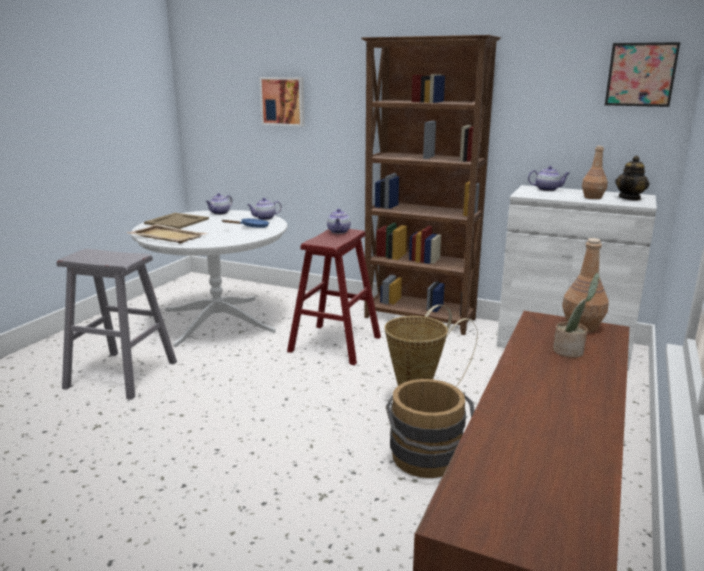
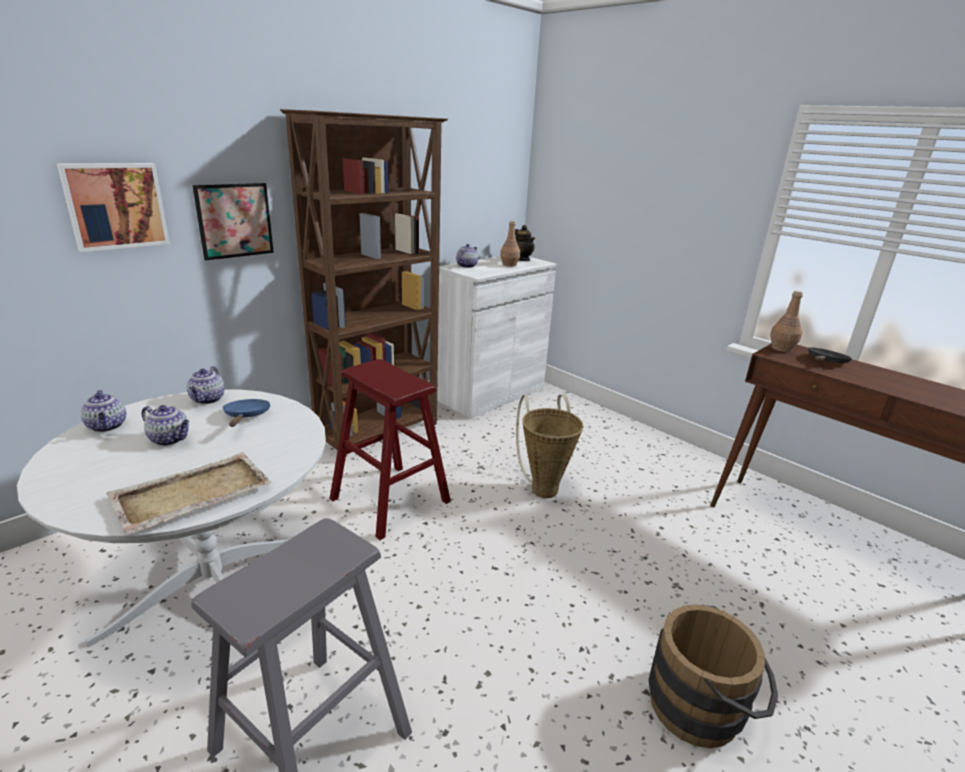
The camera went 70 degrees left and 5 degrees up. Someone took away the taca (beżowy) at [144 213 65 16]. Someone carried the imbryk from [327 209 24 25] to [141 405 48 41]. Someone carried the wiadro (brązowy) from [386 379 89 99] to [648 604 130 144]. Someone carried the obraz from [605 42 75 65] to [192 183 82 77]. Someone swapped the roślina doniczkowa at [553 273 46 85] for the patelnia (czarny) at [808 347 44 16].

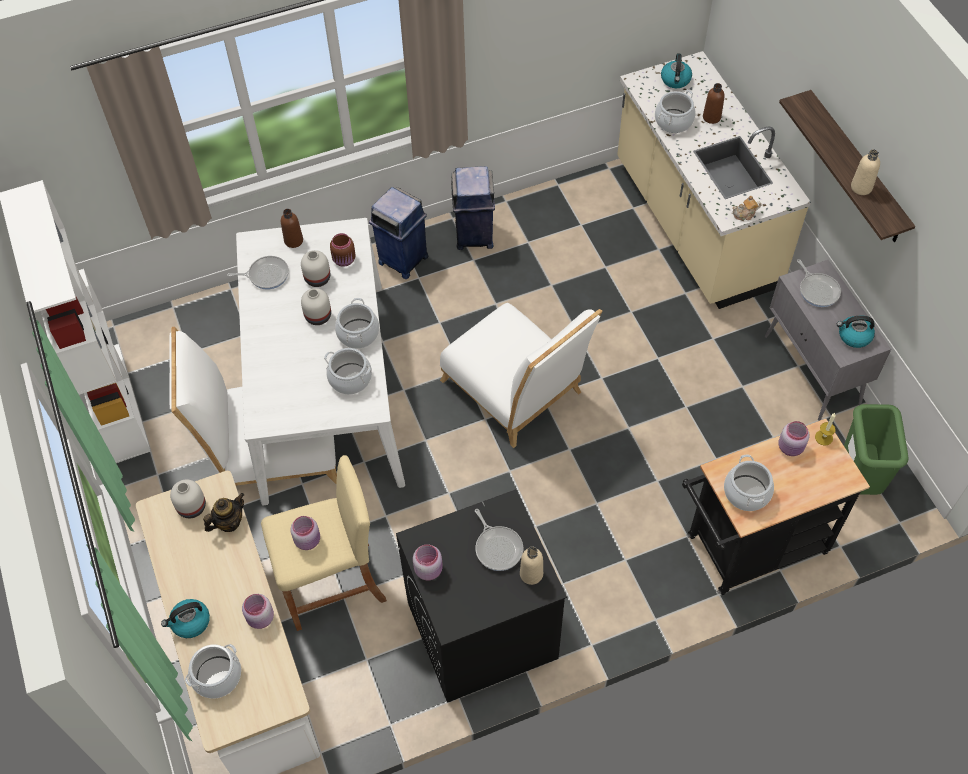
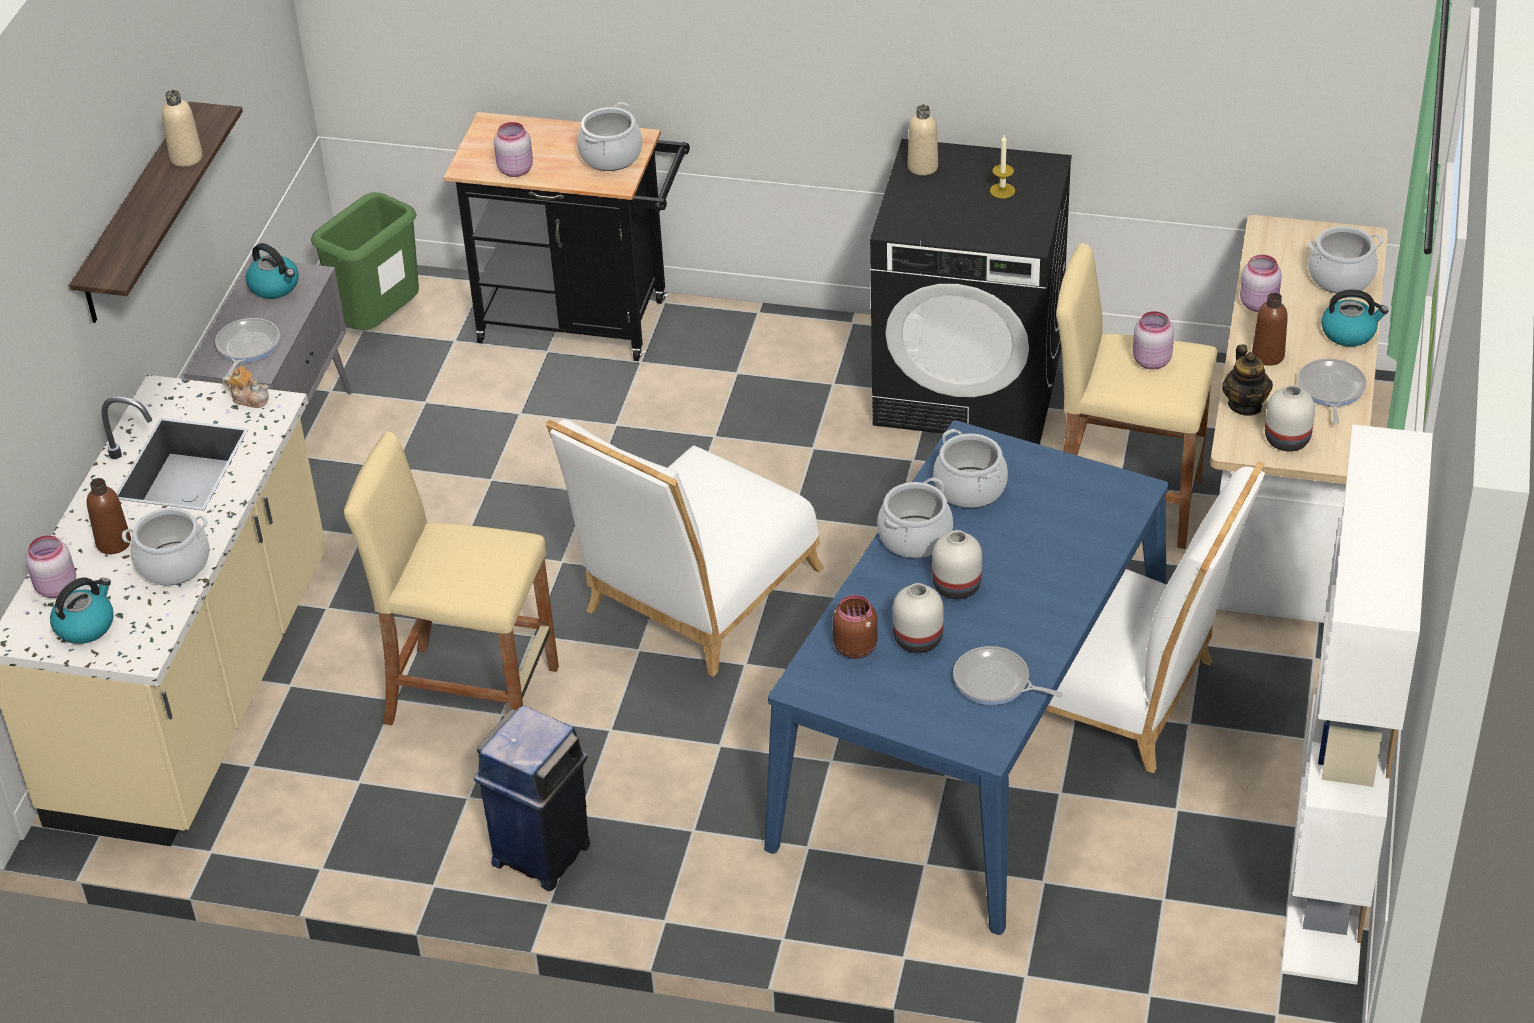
The camera went 145 degrees left and 15 degrees down. Someone took away the kosz na śmieci (niebieski) at [369 187 59 92]. Someone put down the stołek (beżowy) at [344 431 215 294]. Someone carried the butelka (brązowy) from [281 209 22 39] to [1252 293 36 73]. Someone carried the słoik (różowy) from [413 544 30 36] to [26 535 50 63]. Someone carried the patelnia from [475 509 48 62] to [1297 359 69 65]. Someone carried the świeca from [815 413 21 33] to [990 135 25 63]. Someone repainted the stół jadalny (biały) at [236 218 169 287], which became the stół jadalny (niebieski) at [764 420 405 515]. Someone rotated the imbryk at [203 493 41 39] by 90 degrees counterclockwise. Someone rotated the krzesło (biały) at [440 302 162 146] by 135 degrees counterclockwise.

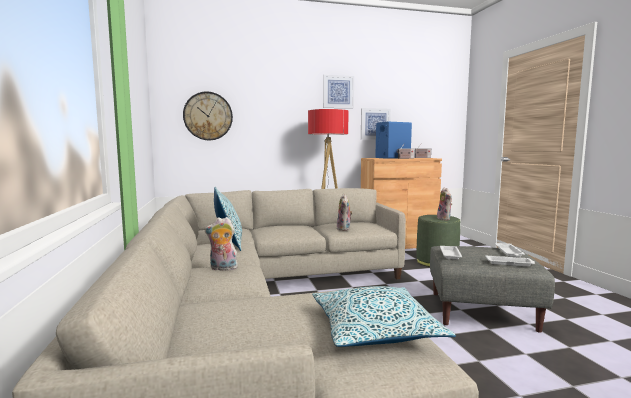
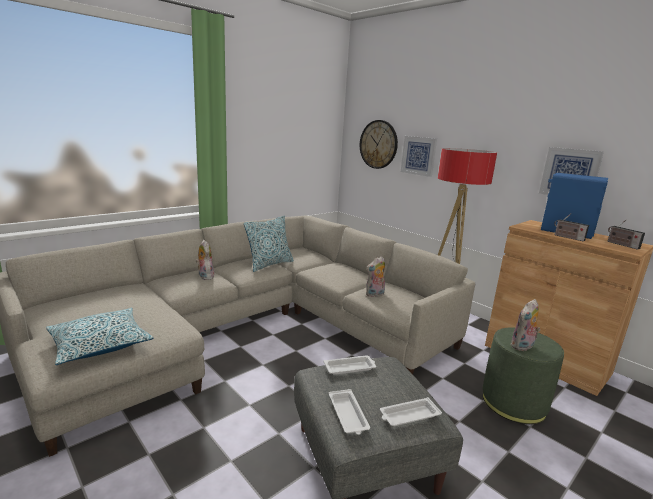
The camera went 60 degrees right and 10 degrees up. Someone carried the obraz from [323 75 31 34] to [401 136 36 41].

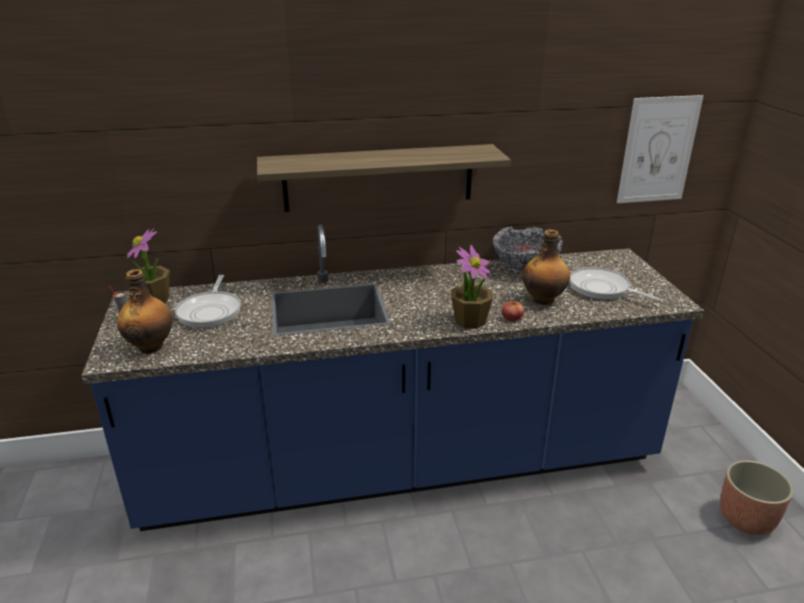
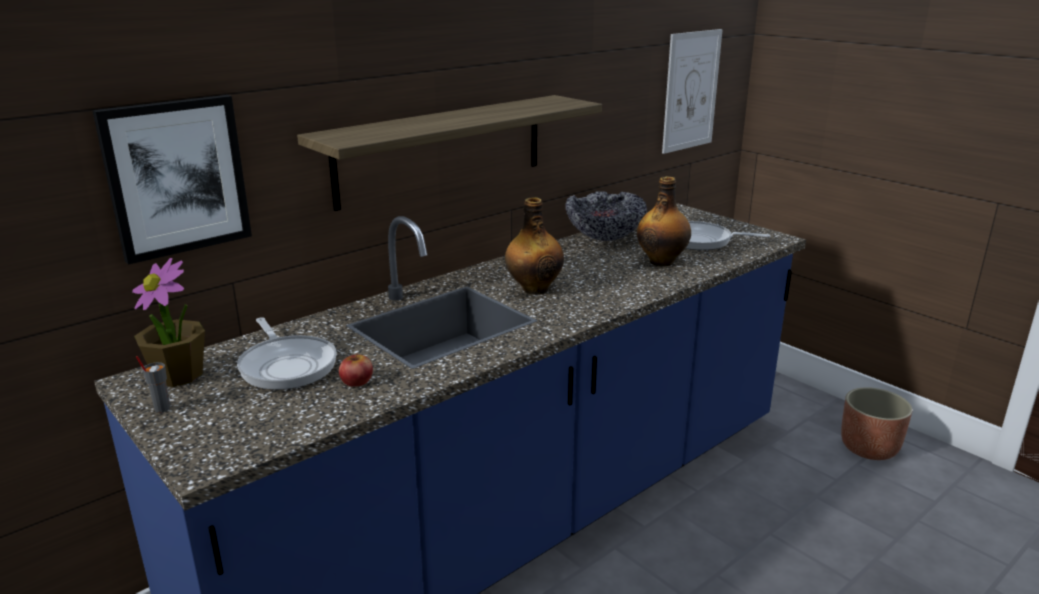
The camera went 30 degrees left and 5 degrees down. Someone took away the roślina doniczkowa at [451 245 42 84]. Someone put up the obraz at [92 95 160 170]. Someone carried the butelka from [117 269 56 85] to [505 197 59 98]. Someone carried the jabłko from [502 300 22 22] to [339 353 34 34].

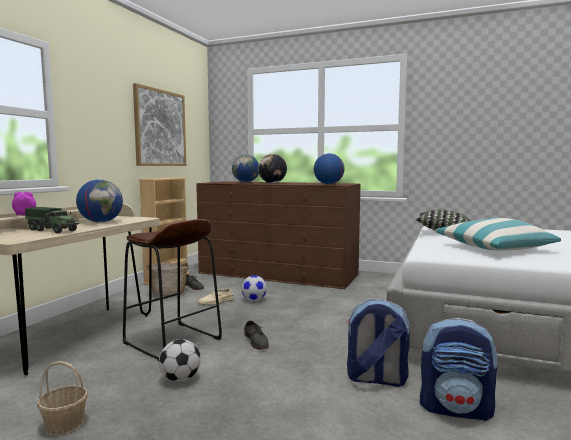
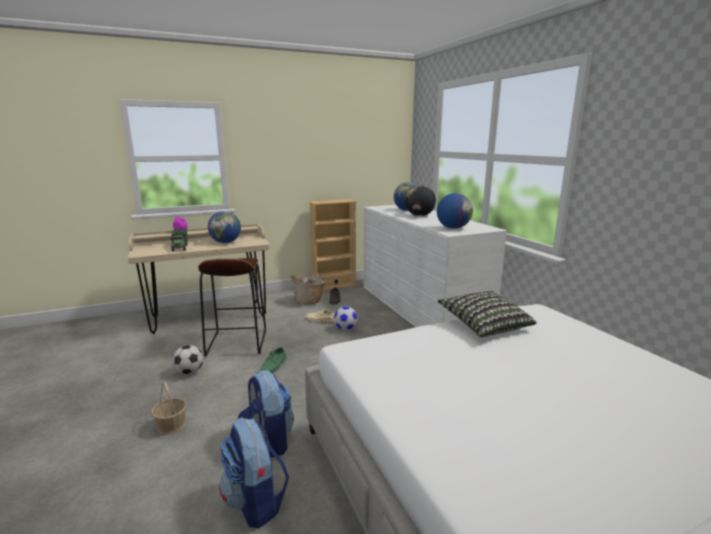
The camera went 45 degrees right and 10 degrees up. Someone took away the obraz at [133 83 53 83]. Someone took away the poduszka at [435 218 126 32]. Someone carried the koszyk from [37 361 51 75] to [151 382 36 53]. Someone repainted the komoda (brązowy) at [196 181 165 108], which became the komoda (biały) at [364 205 143 122]. Someone repainted the but (szary) at [244 321 25 29], which became the but (zielony) at [260 347 27 26].

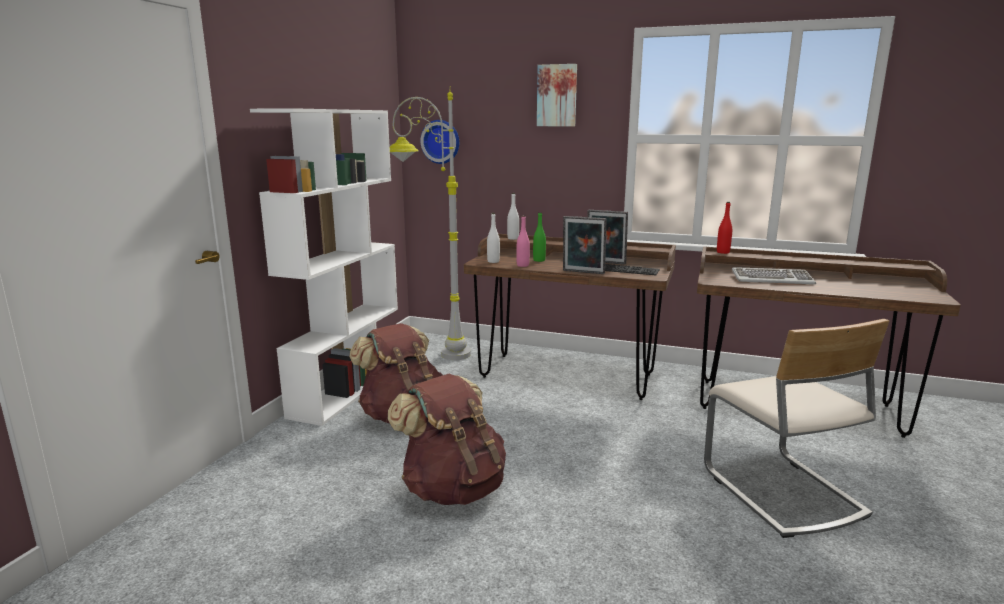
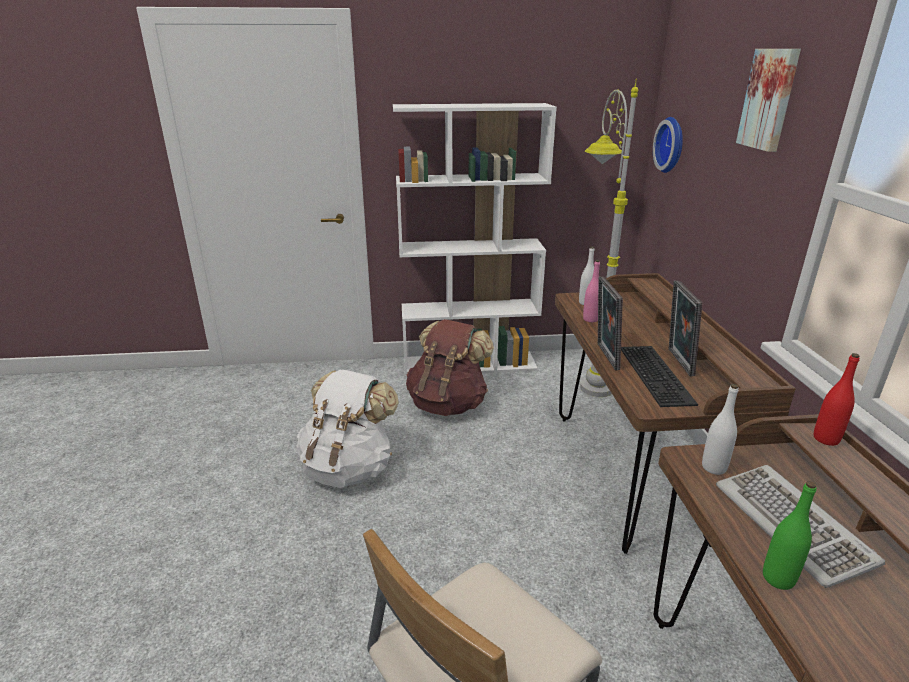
The camera went 65 degrees right and 10 degrees up. Someone carried the butelka (biały) from [507 193 12 47] to [702 384 37 91]. Someone carried the butelka (zielony) from [533 212 13 50] to [763 481 53 109]. Someone repainted the plecak (brązowy) at [388 374 118 131], which became the plecak (biały) at [297 370 102 118].

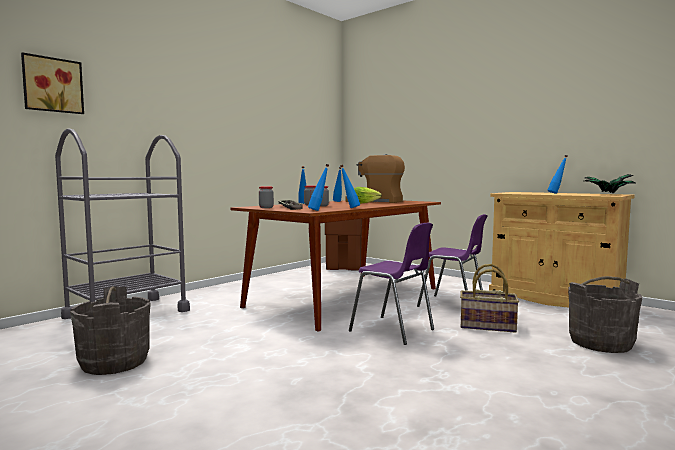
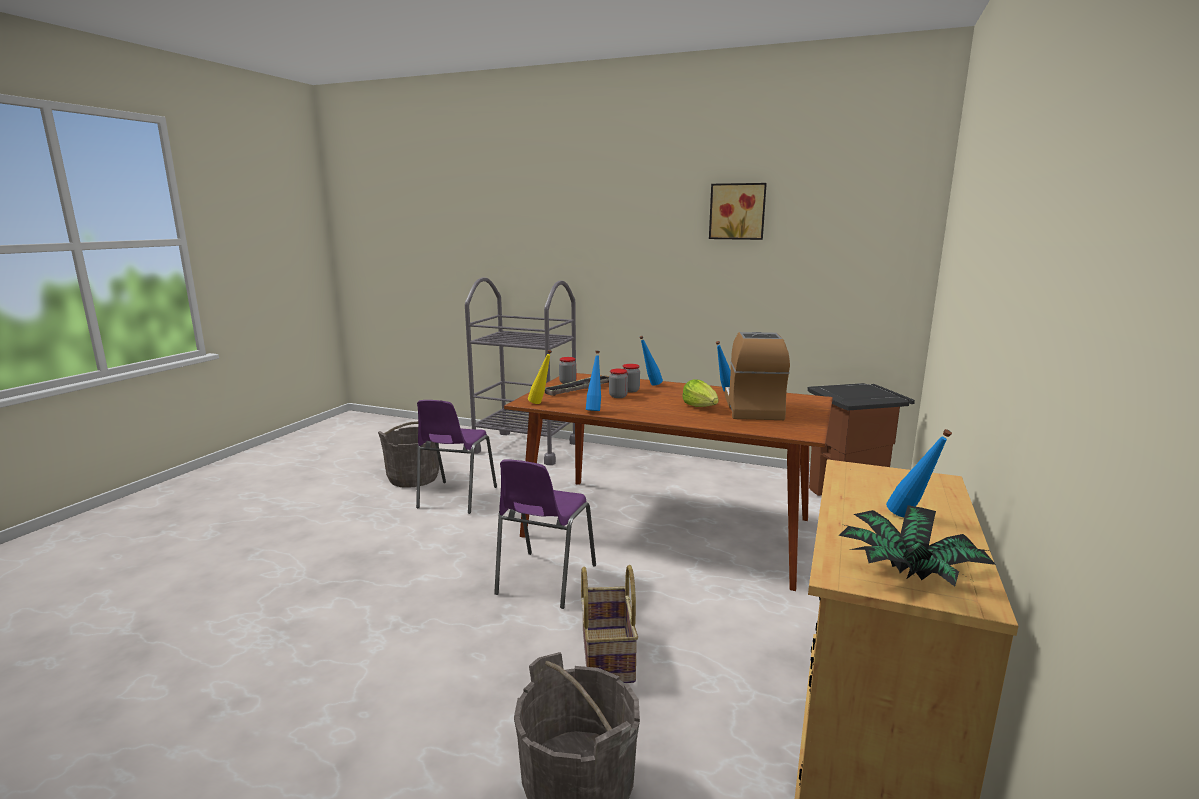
The camera went 70 degrees right and 10 degrees up. Someone carried the obraz from [21 52 63 62] to [709 183 58 57]. Someone carried the krzesło (fioletowy) from [417 214 71 93] to [416 400 81 114]. Someone repainted the butelka (niebieski) at [308 164 21 47], which became the butelka (żółty) at [528 350 24 54].

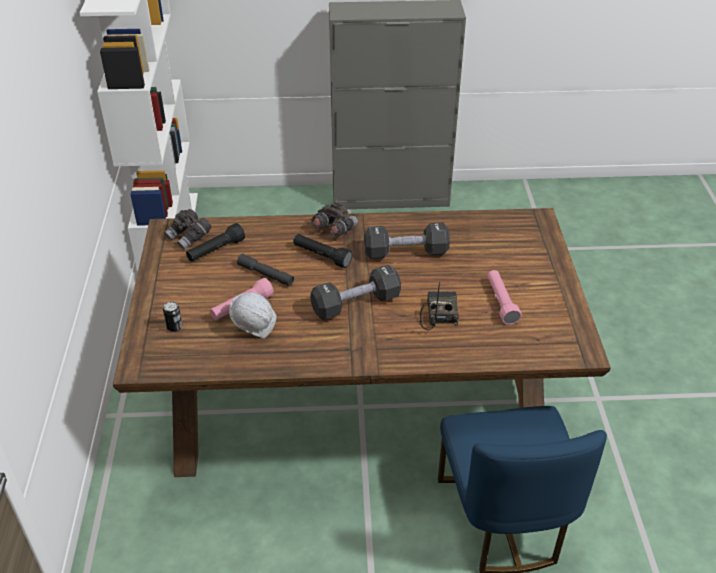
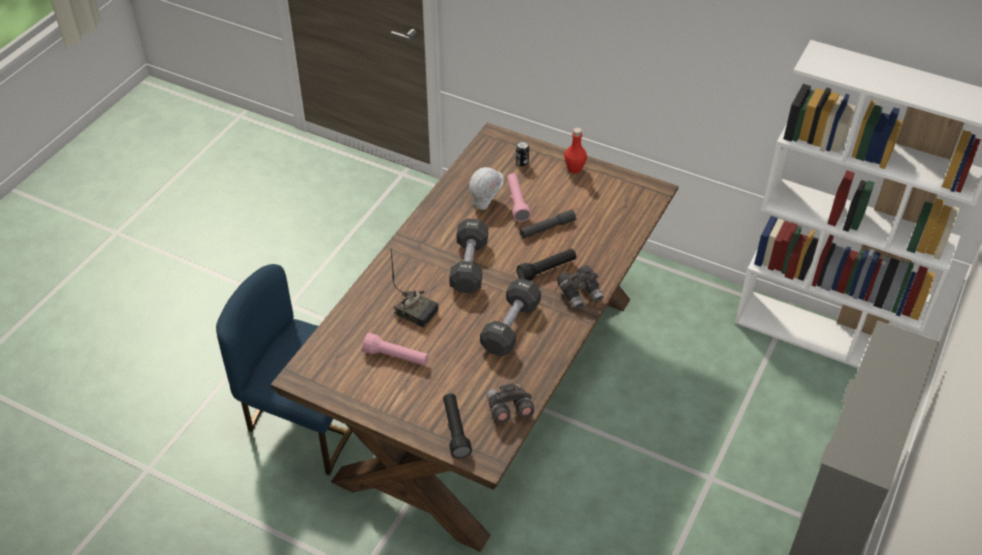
The camera went 120 degrees right and 5 degrees up. Someone put down the butelka (czerwony) at [564 128 23 46]. Someone carried the lornetka (szary) from [164 209 47 41] to [487 383 47 40]. Someone carried the latarka (czarny) from [186 223 59 39] to [443 393 29 65].

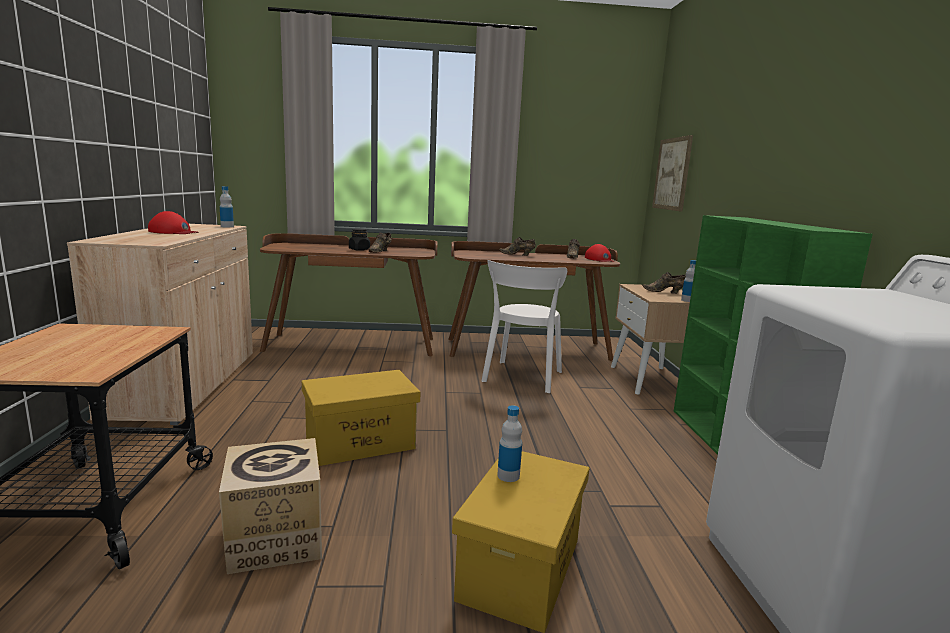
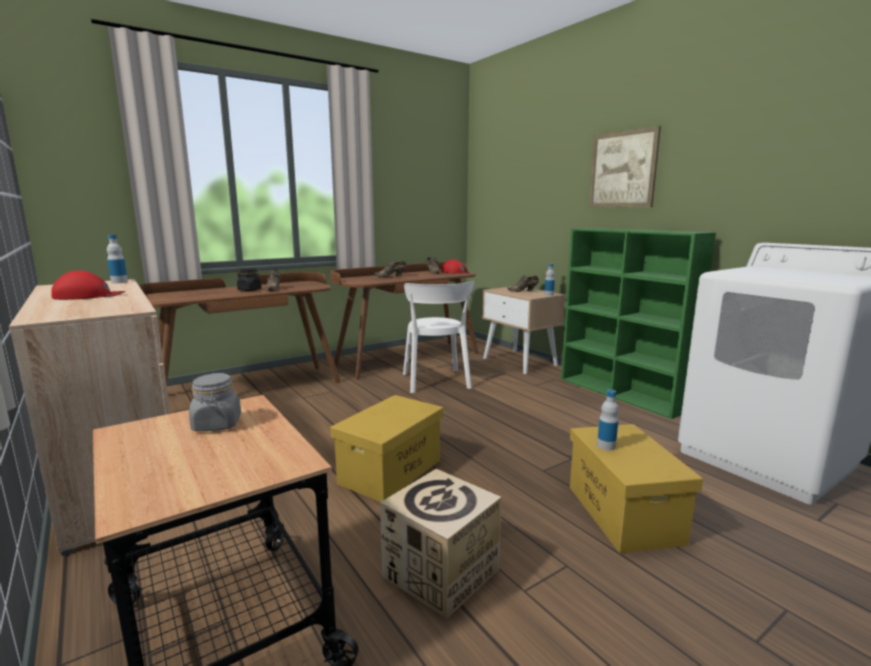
The camera went 30 degrees left and 0 degrees up. Someone put down the słoik (szary) at [189 373 52 58]. Someone carried the obraz from [652 135 41 76] to [589 126 72 82].

